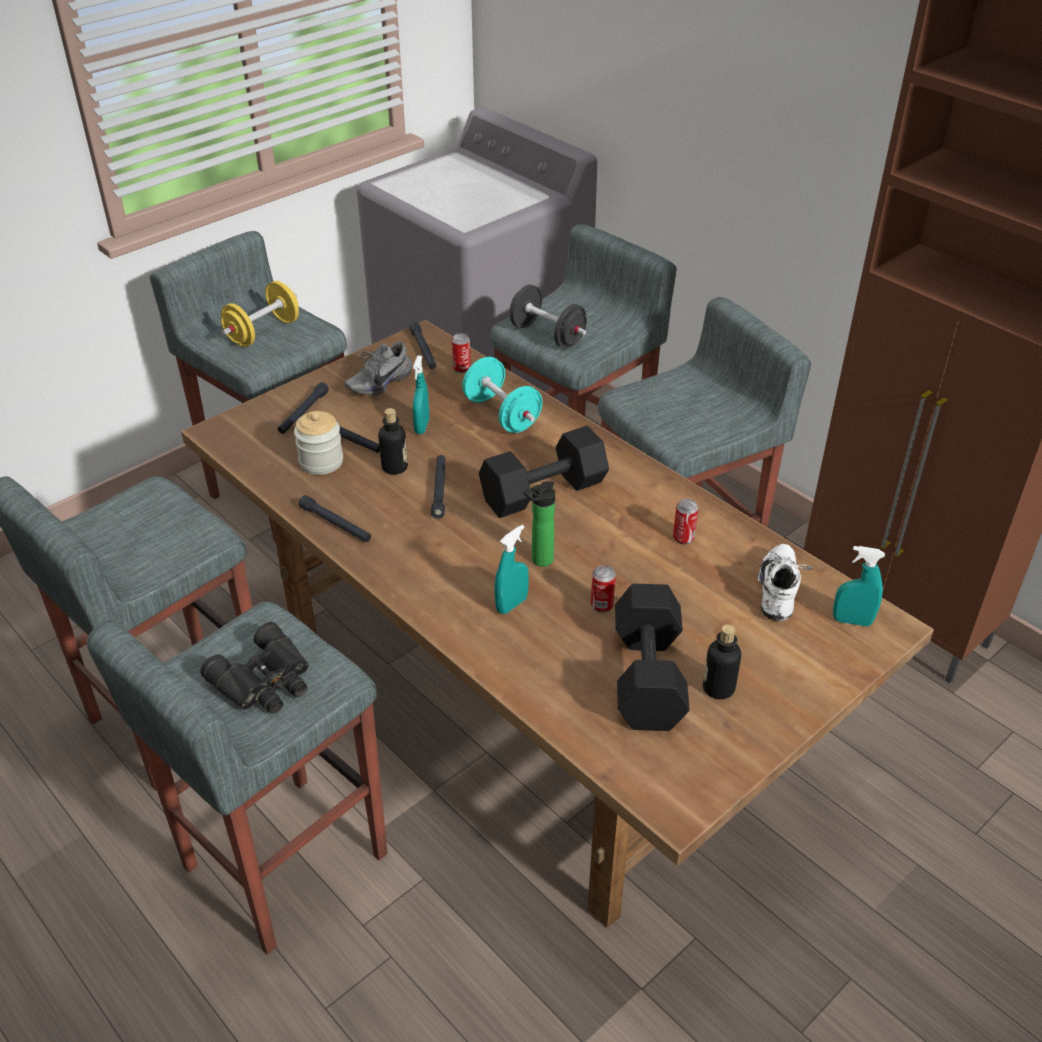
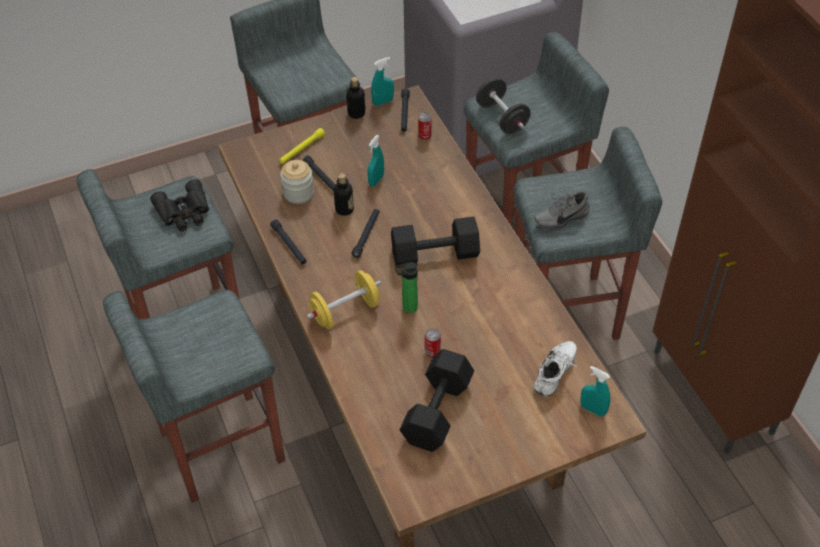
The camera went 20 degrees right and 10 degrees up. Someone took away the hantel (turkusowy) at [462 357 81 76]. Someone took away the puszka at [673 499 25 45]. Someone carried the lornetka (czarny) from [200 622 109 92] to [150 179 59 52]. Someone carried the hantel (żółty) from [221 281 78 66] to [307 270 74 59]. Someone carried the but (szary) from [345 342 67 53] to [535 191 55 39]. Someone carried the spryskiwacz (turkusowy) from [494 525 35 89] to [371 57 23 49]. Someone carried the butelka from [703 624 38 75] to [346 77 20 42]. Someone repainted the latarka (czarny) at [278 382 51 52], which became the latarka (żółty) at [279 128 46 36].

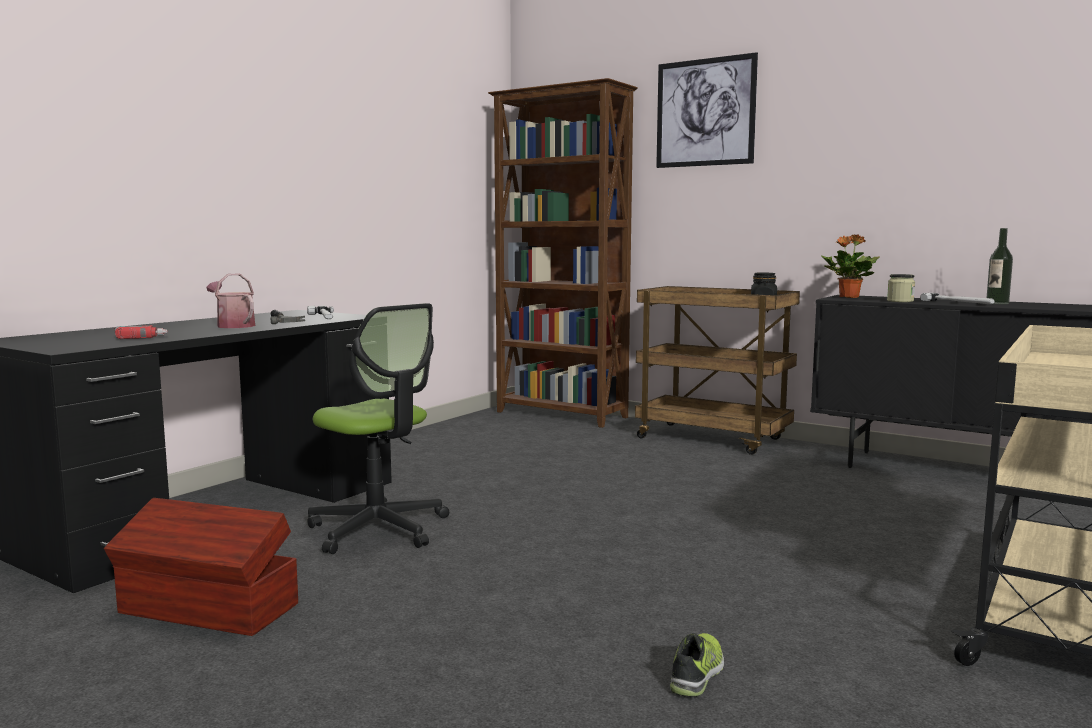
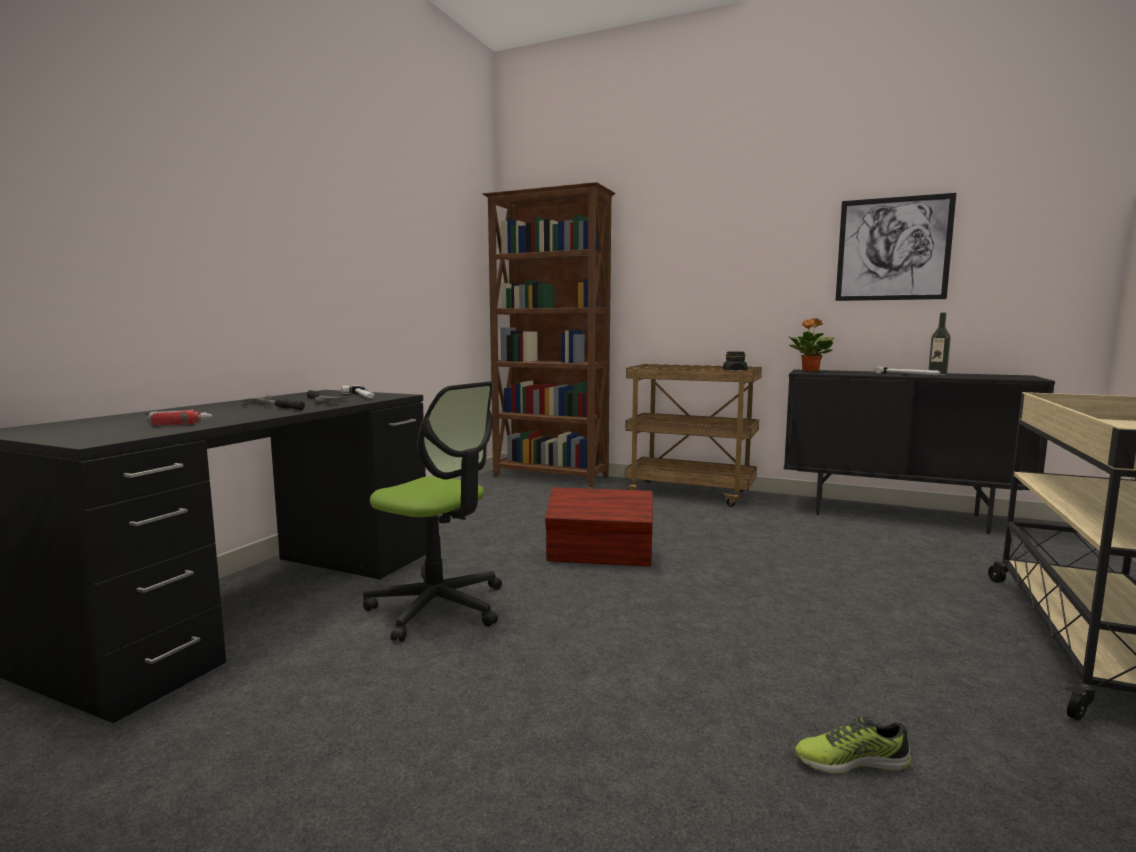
The camera went 10 degrees left and 0 degrees up. Someone took away the słoik at [887 274 28 28]. Someone carried the pojemnik do przechowywania (brązowy) from [104 498 194 138] to [545 487 108 79]. Someone carried the obraz from [656 52 102 116] to [835 193 121 108]. Someone swapped the konewka at [207 273 48 55] for the młotek at [241 396 64 14]. Someone rotated the but at [670 633 54 64] by 105 degrees counterclockwise.

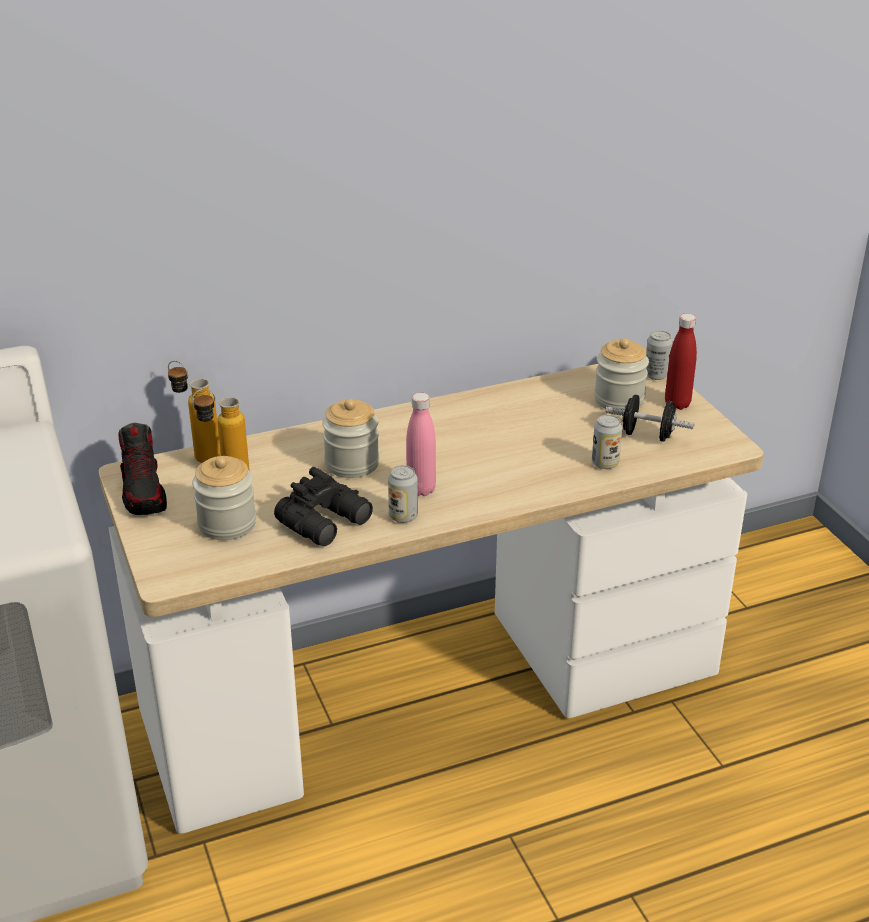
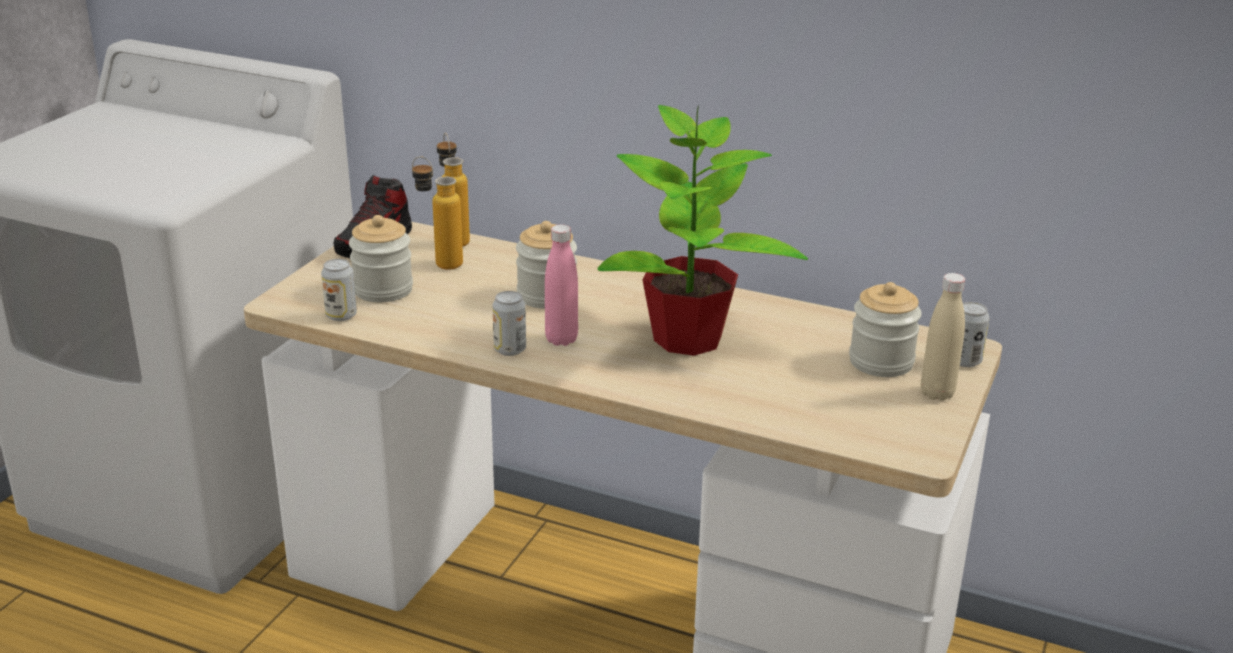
The camera went 45 degrees right and 5 degrees down. Someone took away the lornetka (czarny) at [274 467 99 79]. Someone took away the hantel (czarny) at [605 395 89 47]. Someone put down the roślina doniczkowa at [597 105 211 251]. Someone carried the puszka from [592 415 30 54] to [321 259 36 62]. Someone repainted the butelka (czerwony) at [665 313 32 97], which became the butelka (beżowy) at [921 273 44 128].

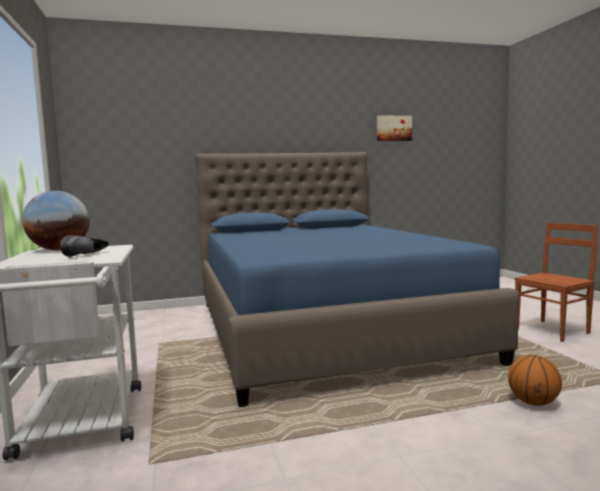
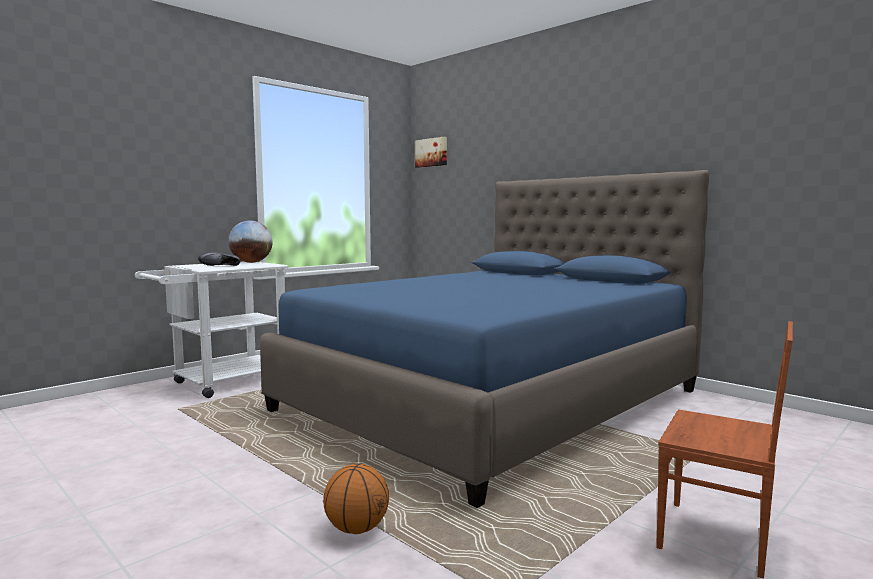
The camera went 60 degrees right and 0 degrees up. Someone carried the obraz from [377 115 35 26] to [415 137 32 31].

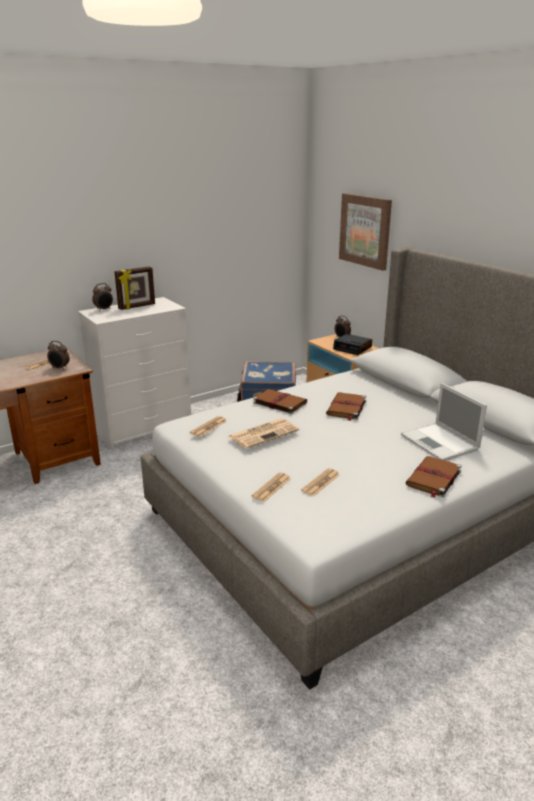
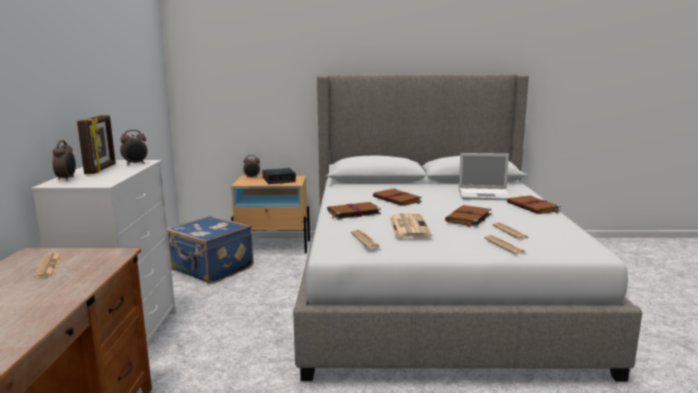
The camera went 55 degrees left and 10 degrees down. Someone took away the obraz at [339 193 53 78]. Someone put down the książka (brązowy) at [445 205 46 22]. Someone carried the budzik from [47 341 22 29] to [120 130 28 35].

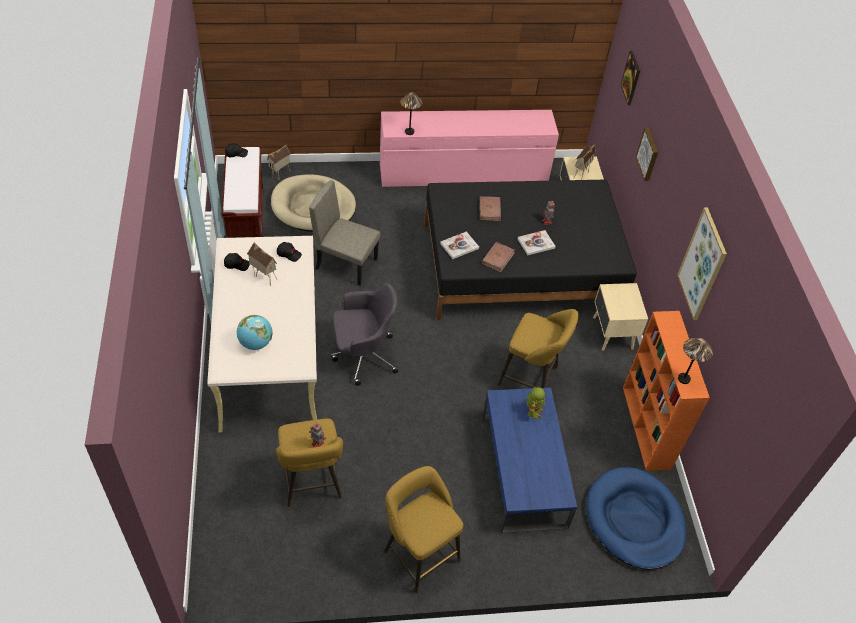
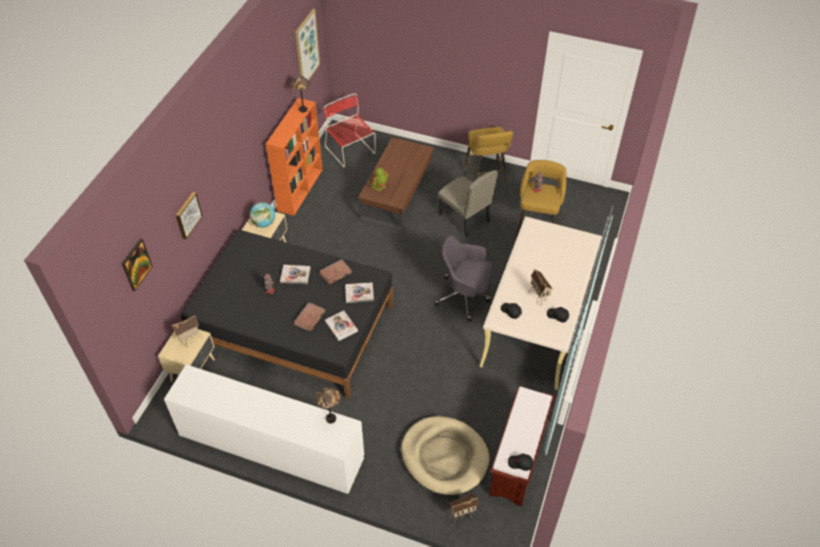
The camera went 150 degrees left and 0 degrees up. Someone took away the stołek (żółty) at [498 309 81 79]. Someone put down the książka at [325 311 33 30]. Someone carried the globus from [237 315 36 35] to [250 202 25 26]. Someone carried the krzesło (beżowy) from [309 180 72 106] to [438 170 60 67]. Someone carried the obraz from [677 207 50 113] to [295 9 25 71]. Someone swapped the legowisko (niebieski) at [586 467 101 102] for the krzesło (czerwony) at [324 93 51 74]. Someone repainted the komoda (różowy) at [380 110 179 77], which became the komoda (biały) at [164 364 200 130]. Someone repainted the ława (niebieski) at [482 388 95 145], which became the ława (brązowy) at [358 137 76 94].

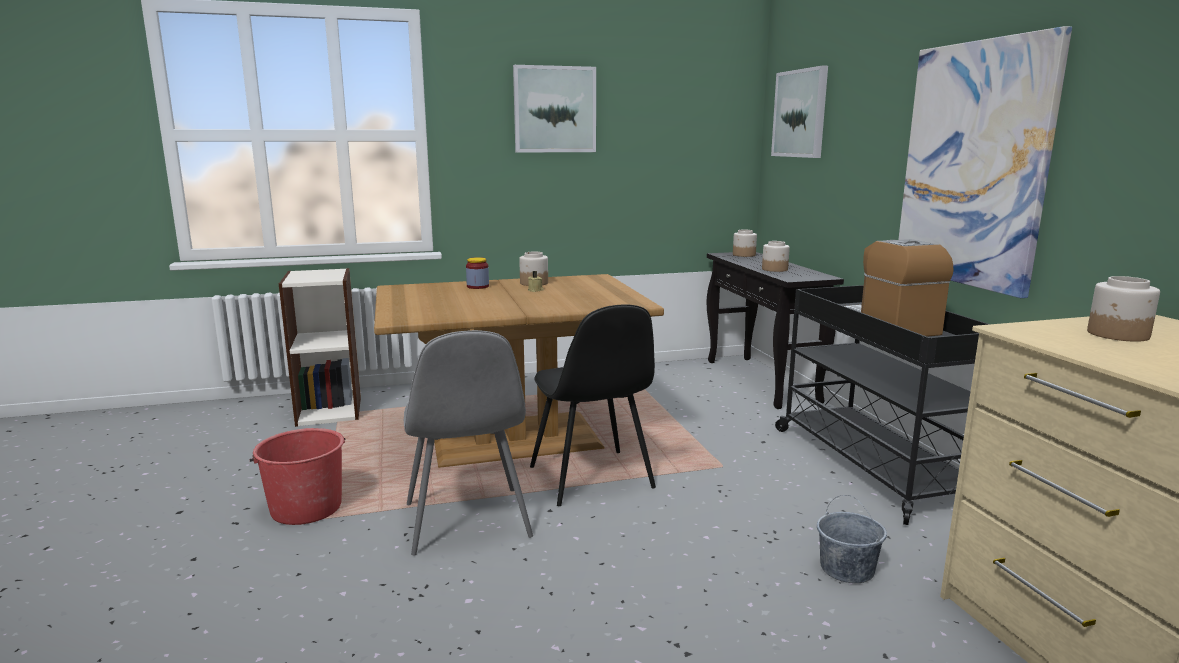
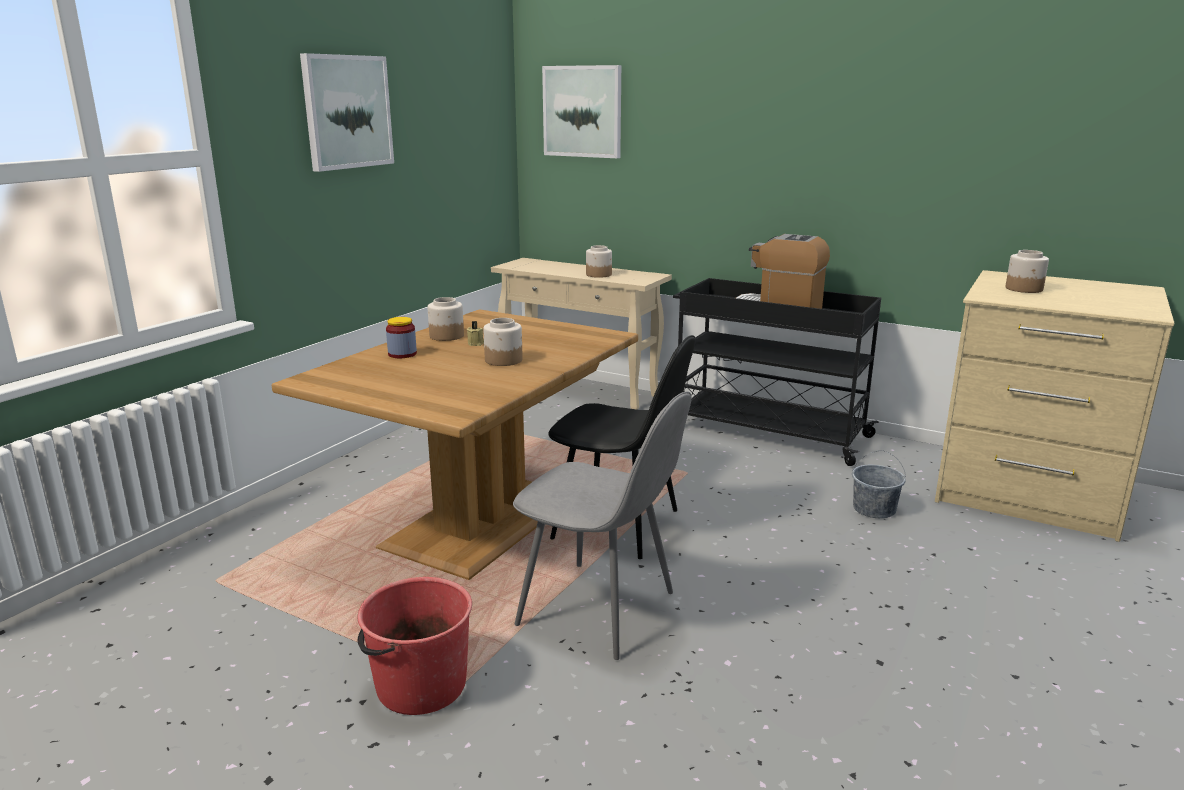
The camera went 45 degrees left and 5 degrees up. Someone took away the regał at [279 268 82 159]. Someone took away the obraz at [898 26 174 272]. Someone carried the słoik from [733 229 24 28] to [483 318 40 48]. Someone repainted the stolik konsolowy (czarny) at [707 252 137 157], which became the stolik konsolowy (beżowy) at [491 258 181 152].

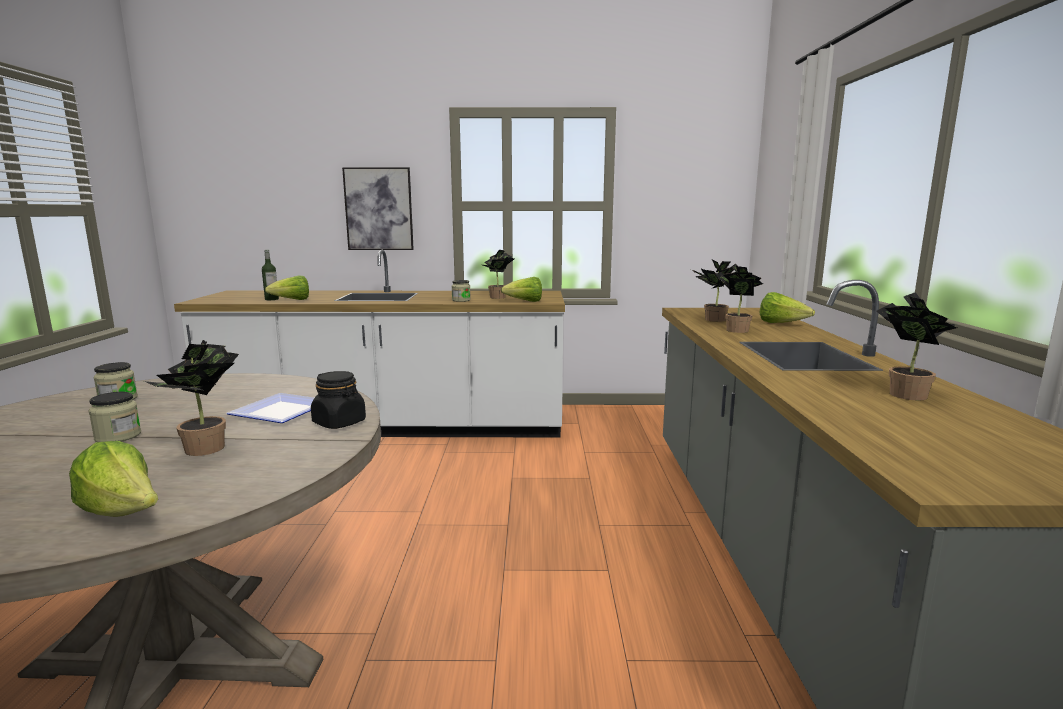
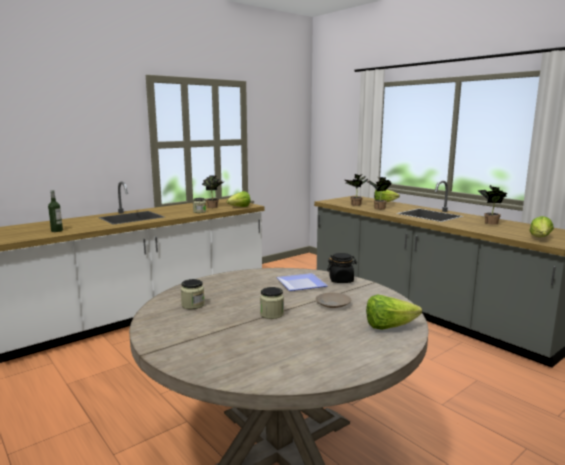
The camera went 40 degrees left and 0 degrees up. Someone took away the obraz at [342 167 72 83]. Someone carried the sałata from [265 275 44 25] to [529 216 25 21]. Someone swapped the roślina doniczkowa at [144 340 95 116] for the talerz (beżowy) at [316 293 35 15].

